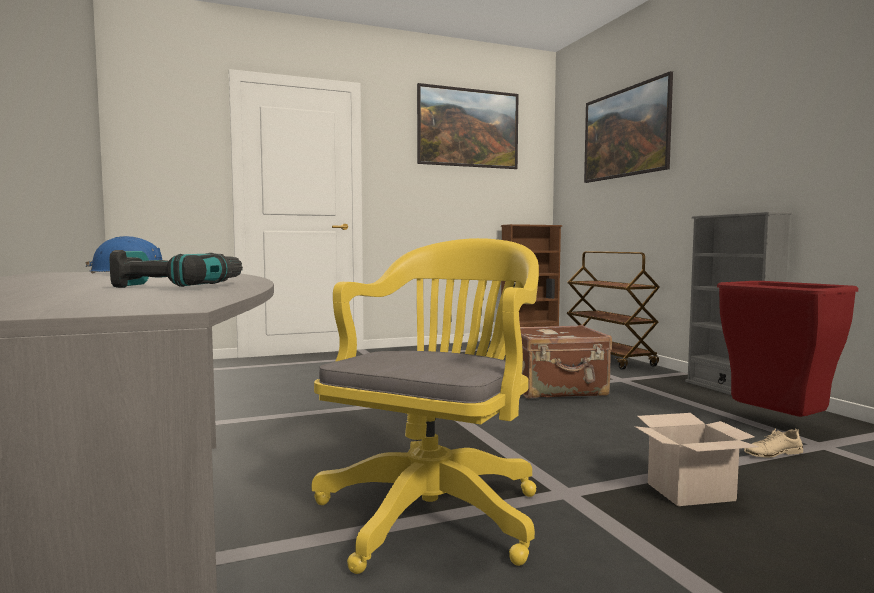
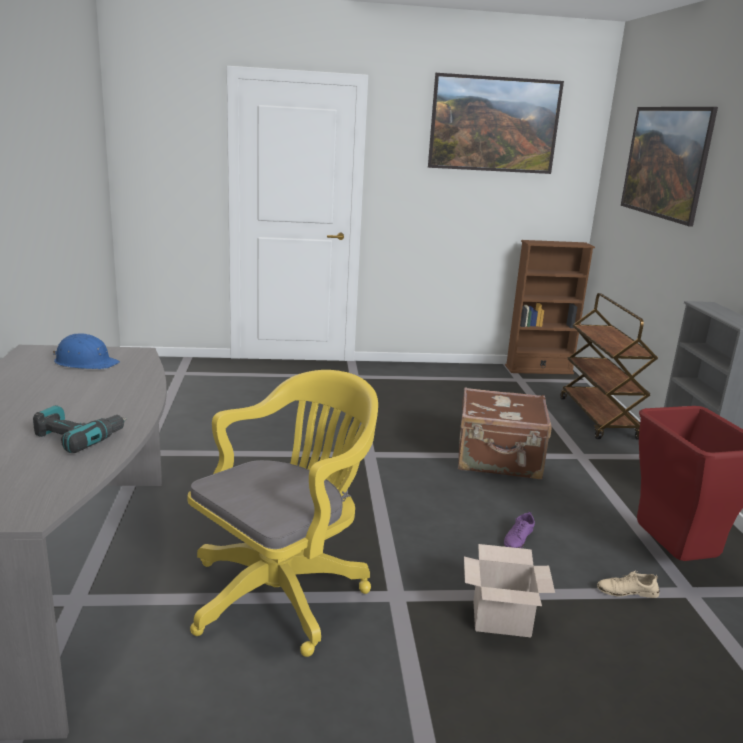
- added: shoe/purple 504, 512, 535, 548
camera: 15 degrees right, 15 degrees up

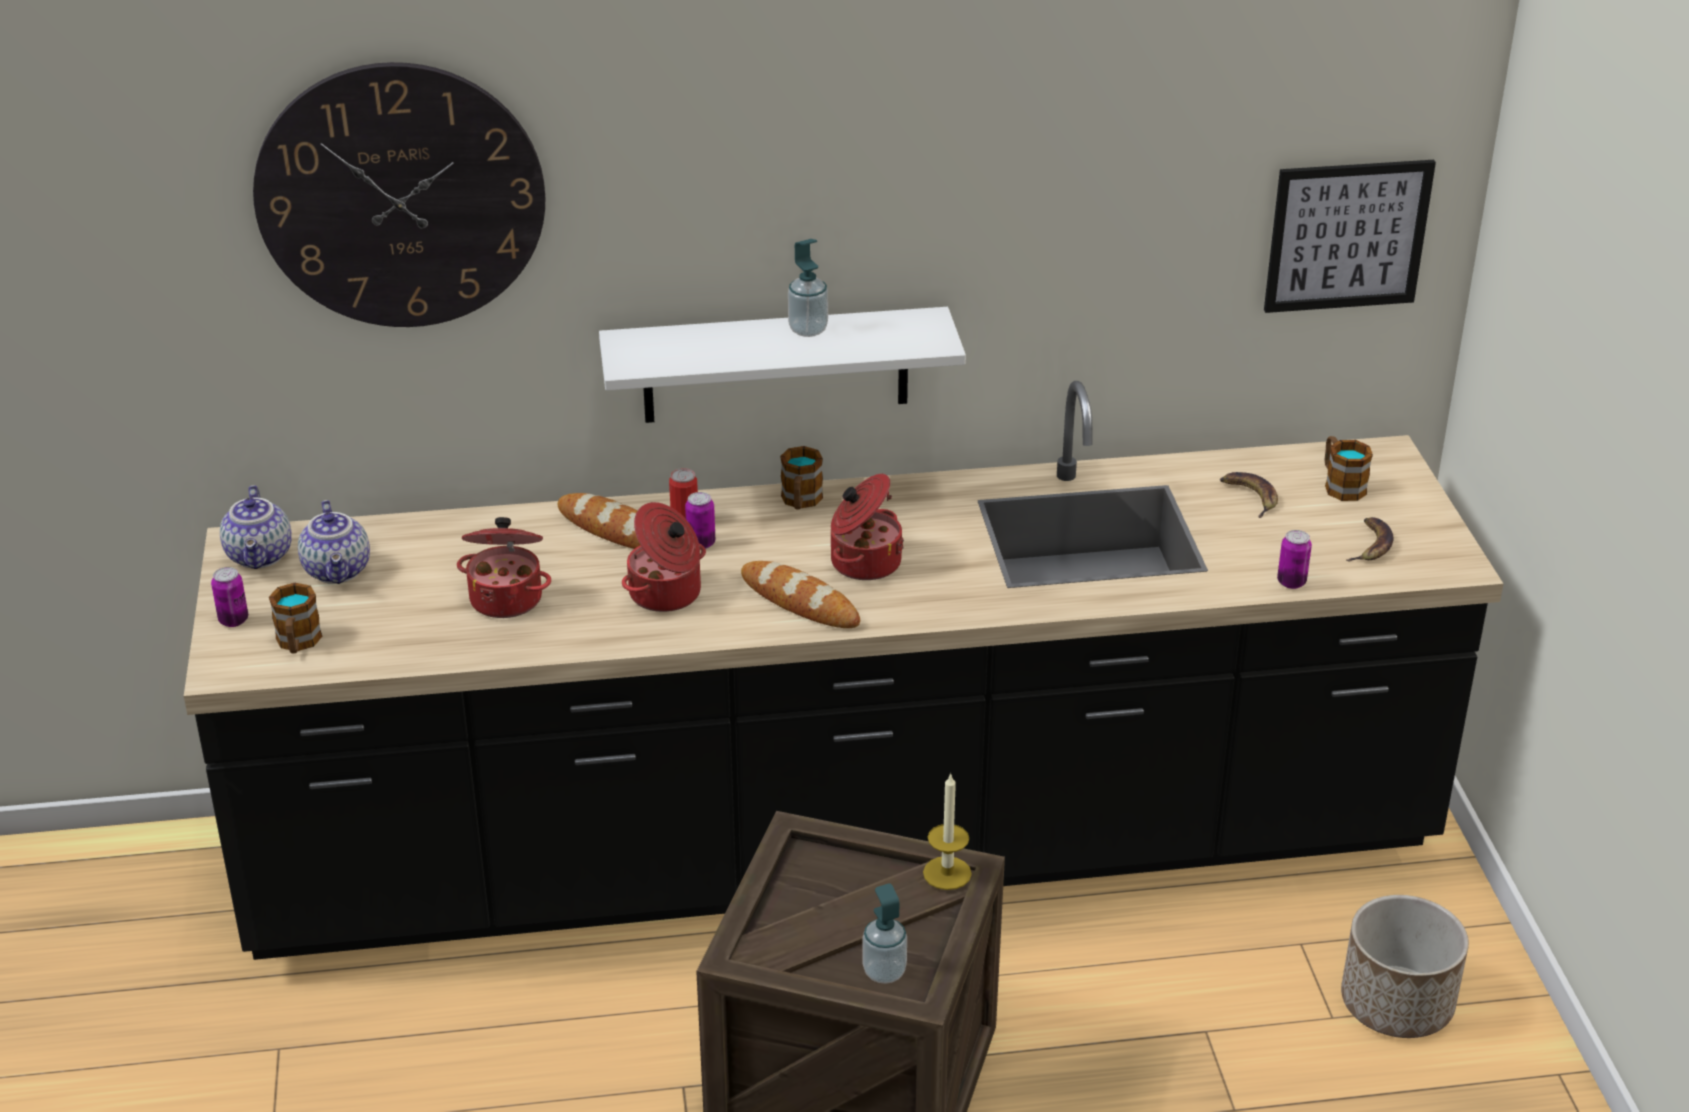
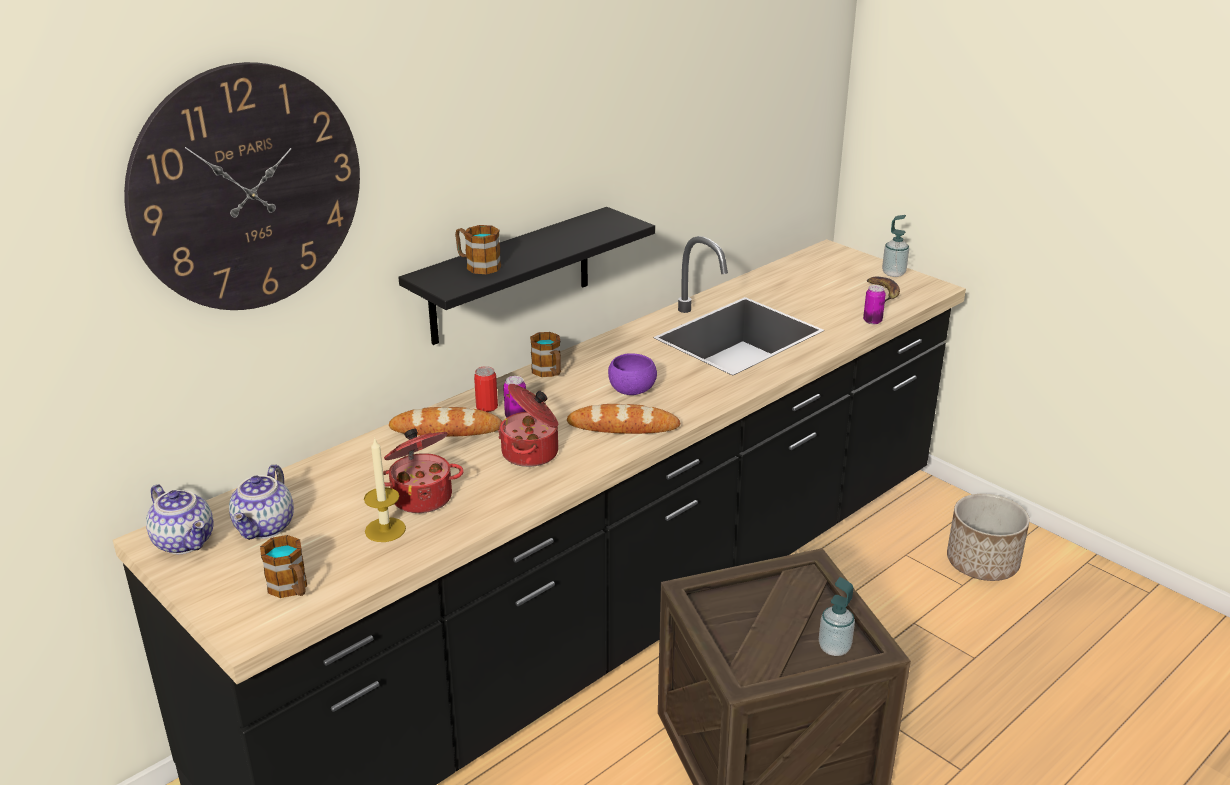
- removed: can 211, 567, 248, 627
- removed: banana 1220, 472, 1278, 518
- removed: picture 1264, 160, 1436, 313
- moved: soap dispenser 788, 239, 828, 337 to 882, 215, 909, 277
- moved: candle 923, 773, 972, 890 to 364, 437, 406, 542
- moved: mug 1325, 436, 1373, 501 to 455, 225, 501, 274
- replaced: cooking pot 831, 474, 904, 580 to bowl/purple 608, 353, 657, 395
- recoloured: shelf/white 599, 307, 966, 423 to shelf/black 398, 207, 655, 345
- turned: teapot 298, 500, 370, 584 = 229, 464, 294, 540 60 degrees clockwise
camera: 35 degrees left, 5 degrees down

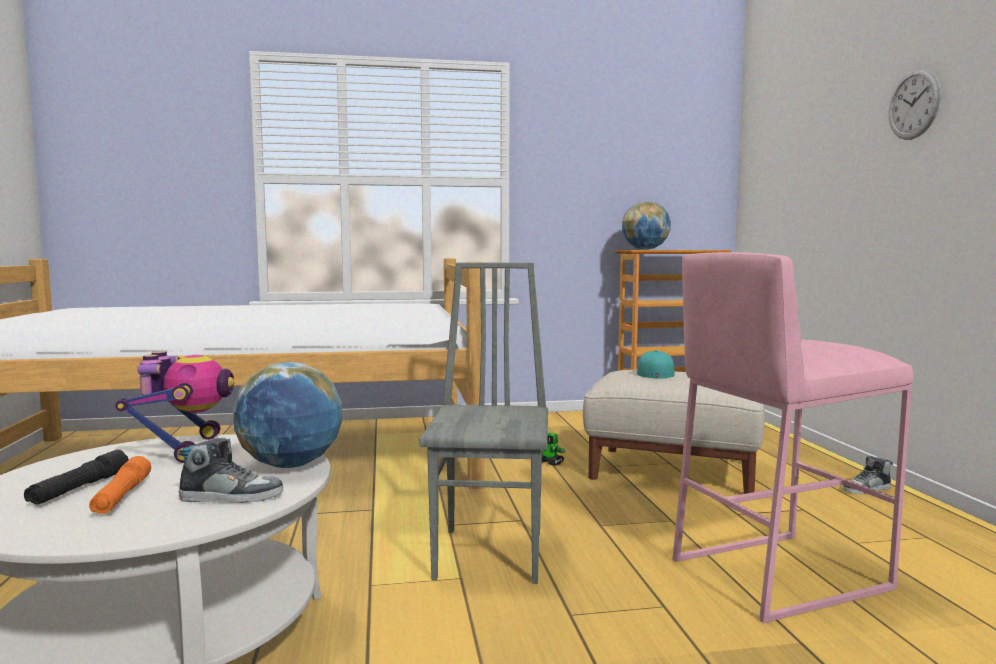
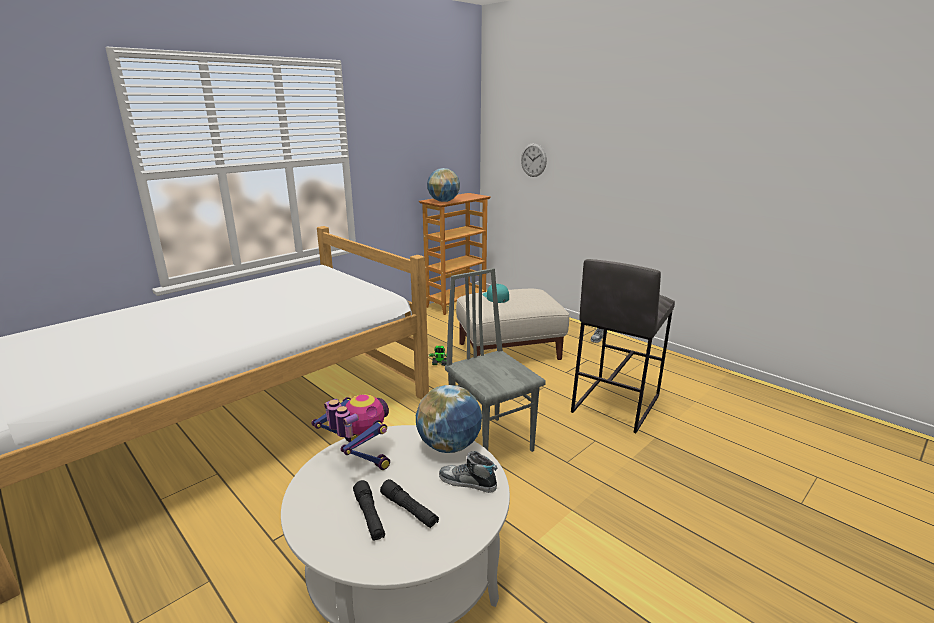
- moved: wall clock 889, 69, 941, 140 to 521, 143, 547, 177
- recoloured: flashlight/orange 89, 456, 151, 514 to flashlight/black 380, 479, 439, 528
- recoloured: stool/pink 672, 252, 913, 623 to stool/grey 571, 259, 675, 433
- turned: shoe 177, 438, 283, 503 = 439, 451, 497, 493 120 degrees counterclockwise
camera: 35 degrees left, 15 degrees up

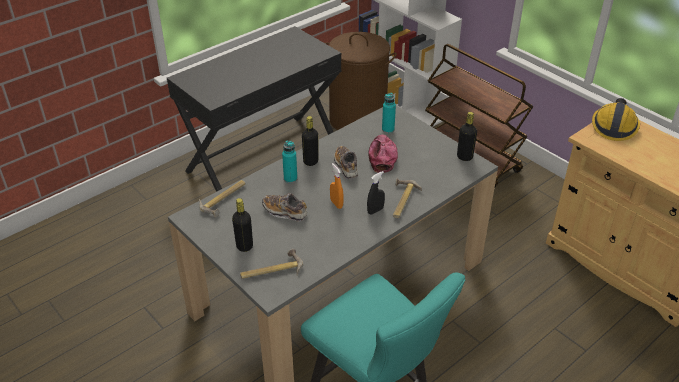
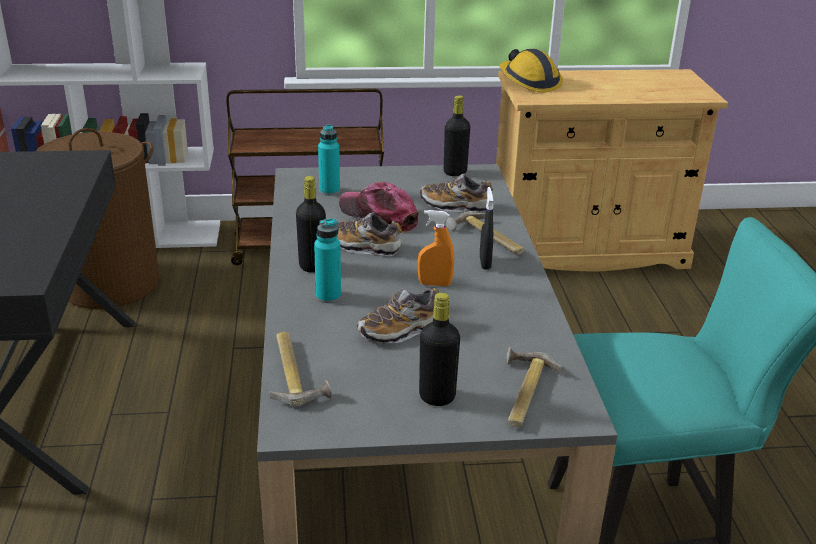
- added: shoe 420, 174, 493, 213
camera: 55 degrees left, 10 degrees down

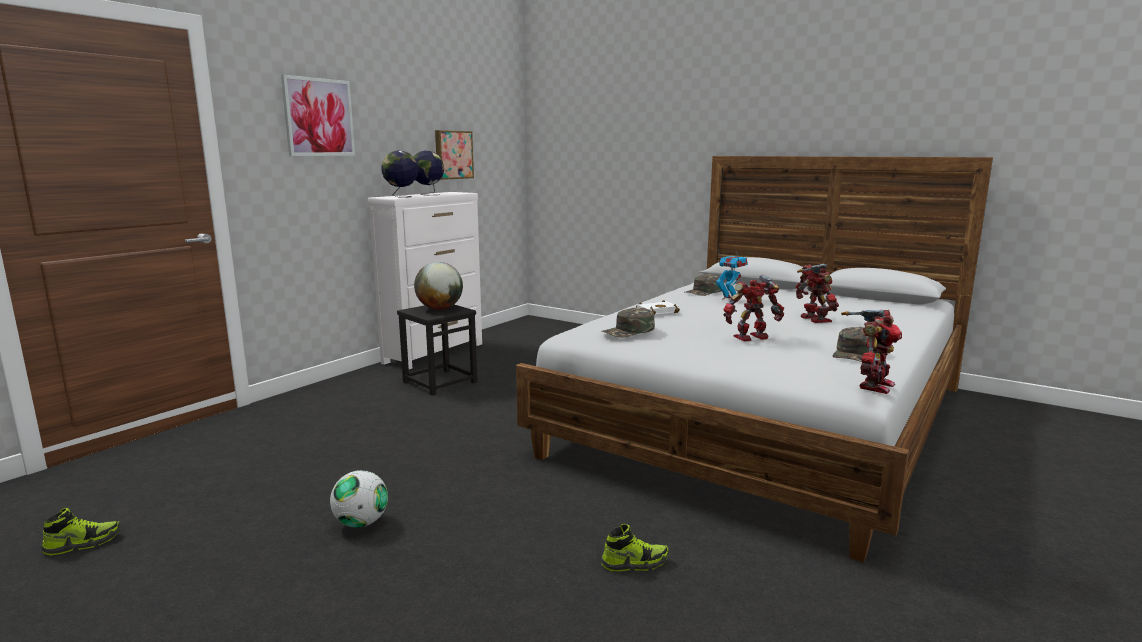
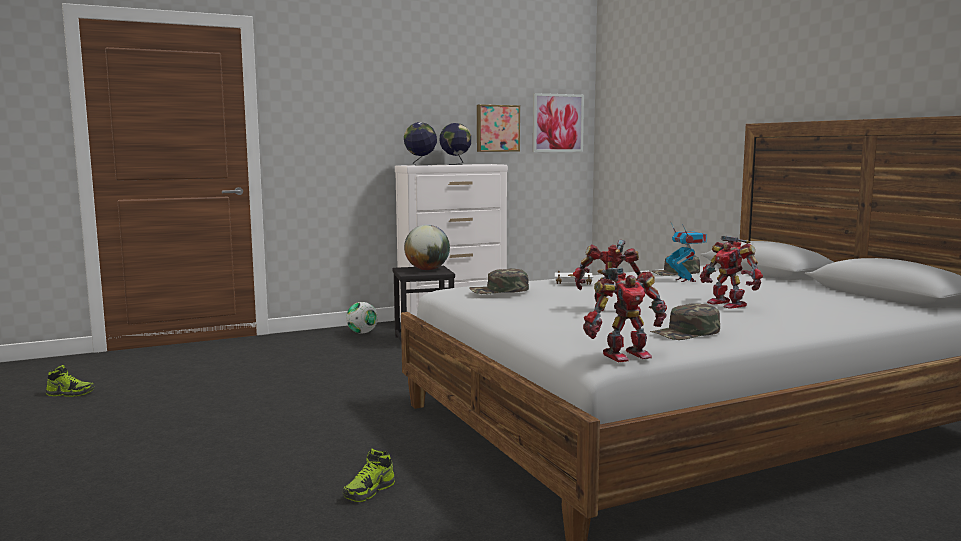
- moved: picture 281, 75, 355, 156 to 533, 93, 584, 152
- moved: football 330, 470, 388, 528 to 346, 302, 378, 334
- turned: shoe 601, 524, 669, 572 = 343, 448, 395, 502 105 degrees clockwise
- turned: toy robot 796, 263, 839, 323 = 700, 236, 763, 309 135 degrees clockwise
camera: 30 degrees right, 5 degrees down

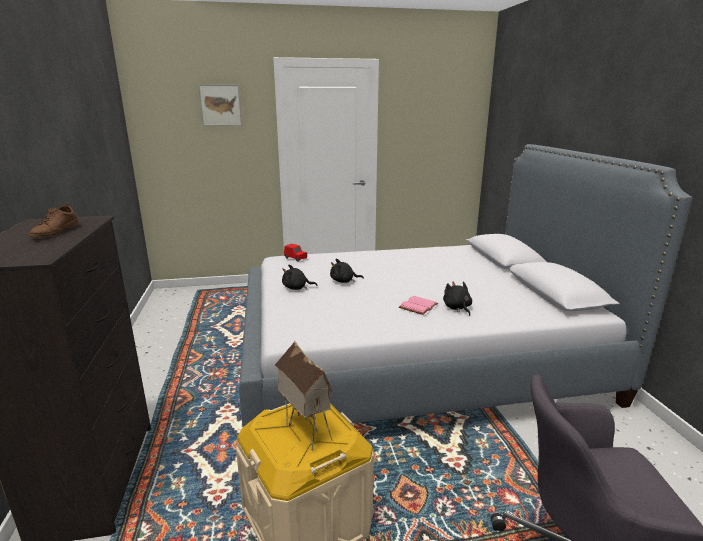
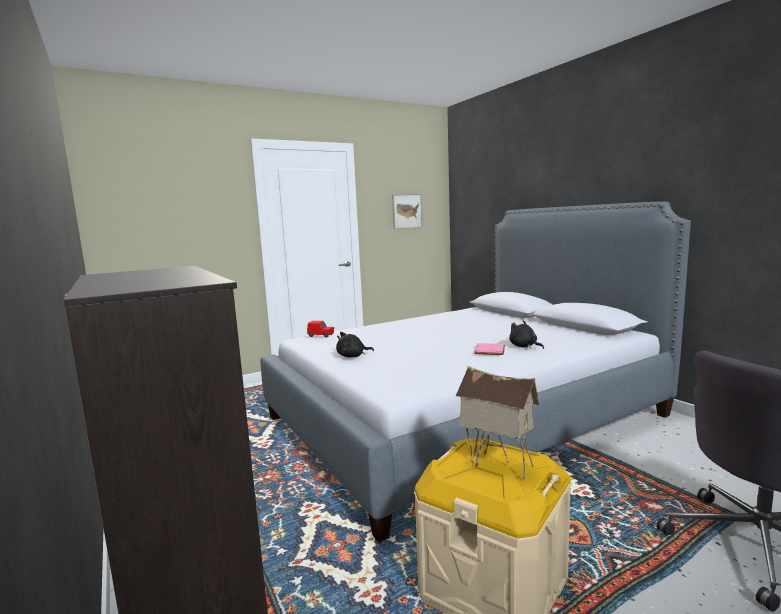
- removed: shoe/brown 29, 204, 79, 238
- removed: plush toy/black 330, 259, 364, 283
- moved: picture 198, 84, 242, 126 to 392, 194, 423, 229
camera: 20 degrees left, 10 degrees down

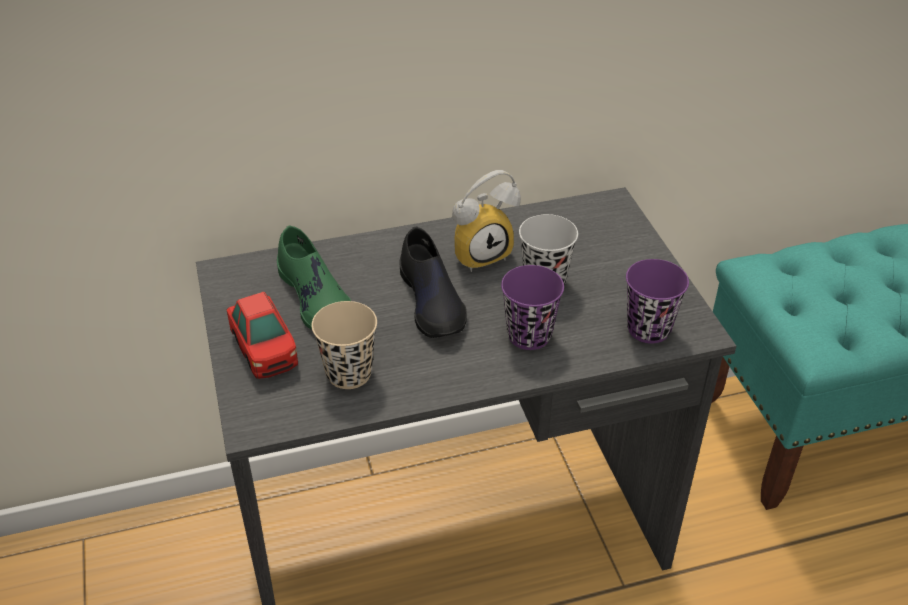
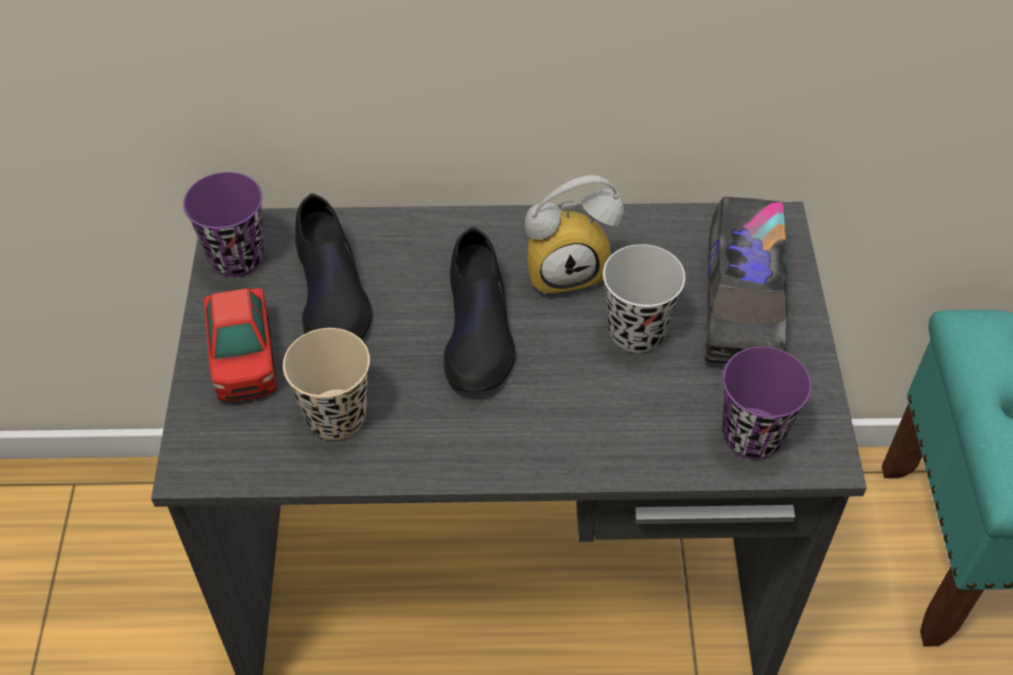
- added: toy truck 703, 197, 787, 363
- moved: cup/purple 501, 265, 564, 350 to 183, 172, 264, 277
- recoloured: shoe/green 277, 225, 351, 330 to shoe/black 295, 193, 372, 340
camera: 15 degrees right, 10 degrees up

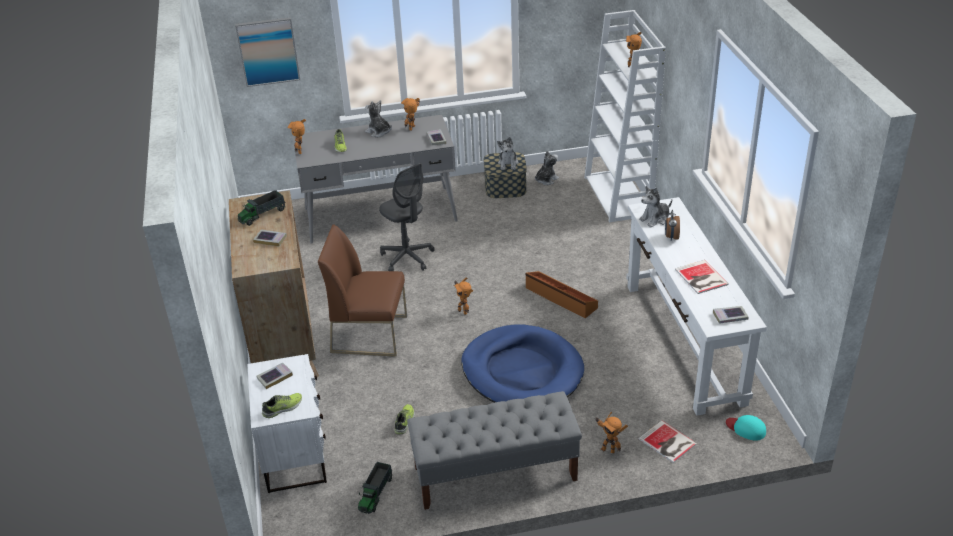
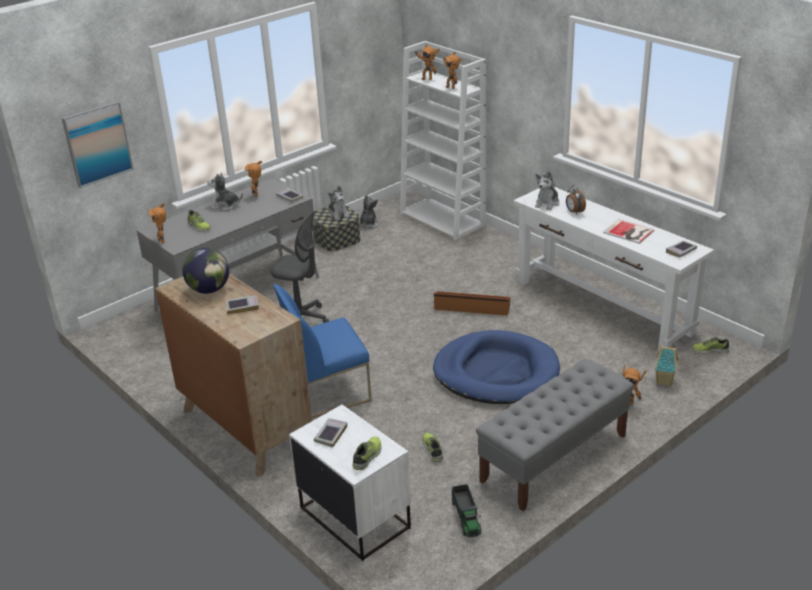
- moved: toy robot 454, 277, 473, 315 to 415, 44, 440, 80
- replaced: toy truck 238, 191, 286, 226 to globe 182, 247, 229, 294
- replaced: book 639, 420, 697, 463 to toy house 654, 346, 678, 386
- replaced: cap/turquoise 726, 415, 766, 441 to shoe 692, 337, 730, 354
- recoloured: chair/brown 318, 224, 407, 357 to chair/blue 273, 284, 372, 418
camera: 30 degrees left, 5 degrees down

